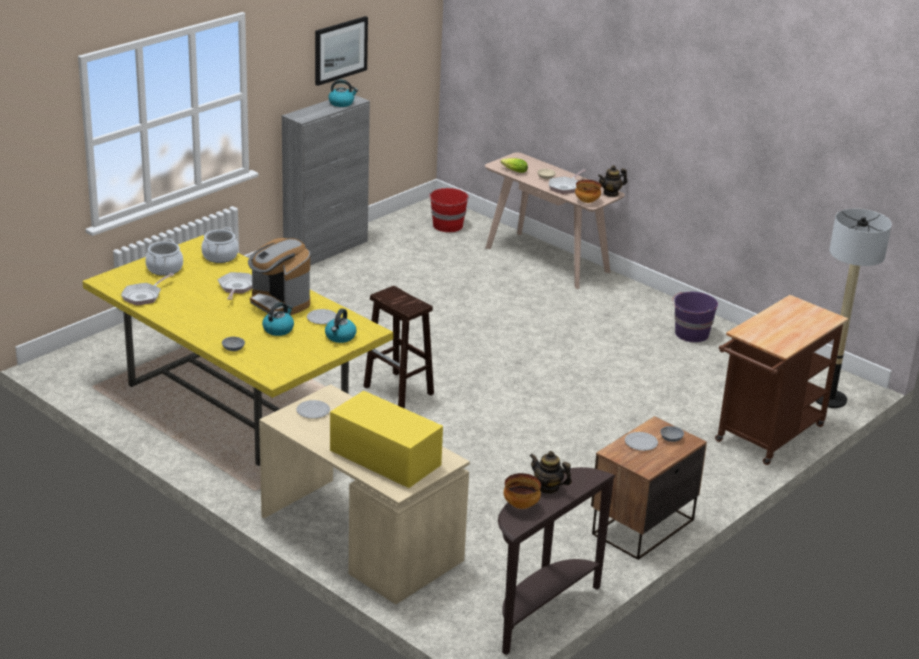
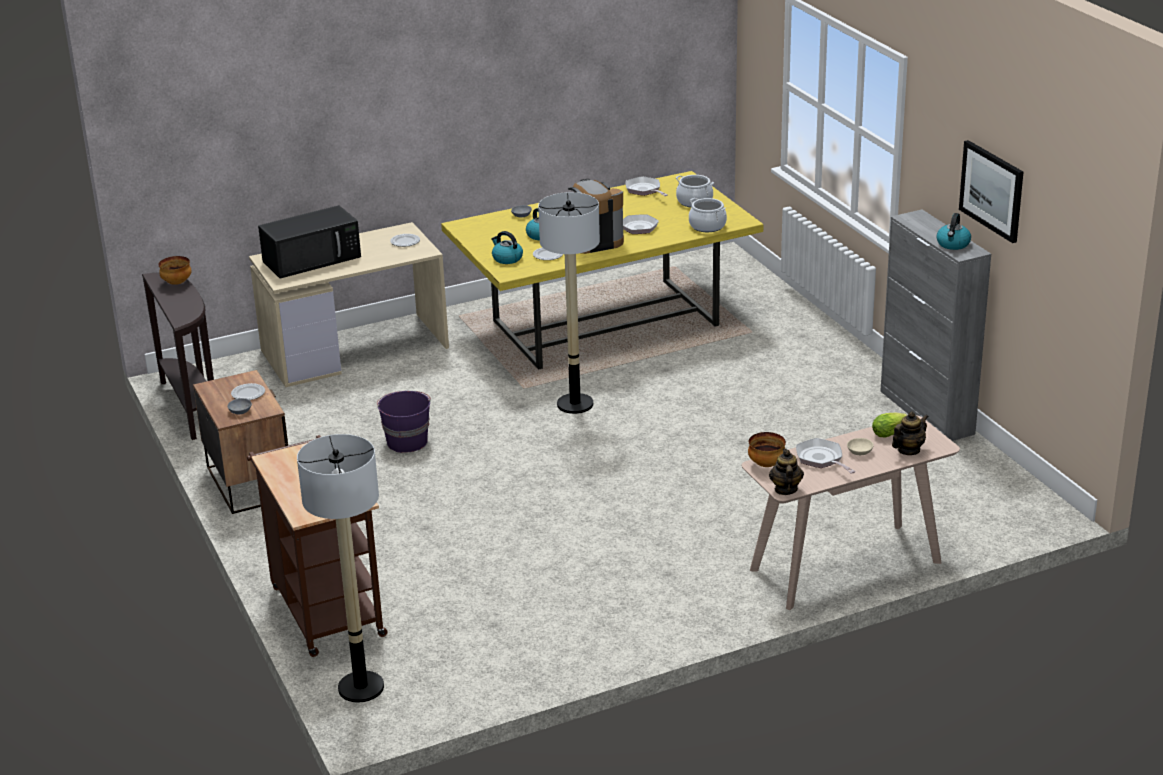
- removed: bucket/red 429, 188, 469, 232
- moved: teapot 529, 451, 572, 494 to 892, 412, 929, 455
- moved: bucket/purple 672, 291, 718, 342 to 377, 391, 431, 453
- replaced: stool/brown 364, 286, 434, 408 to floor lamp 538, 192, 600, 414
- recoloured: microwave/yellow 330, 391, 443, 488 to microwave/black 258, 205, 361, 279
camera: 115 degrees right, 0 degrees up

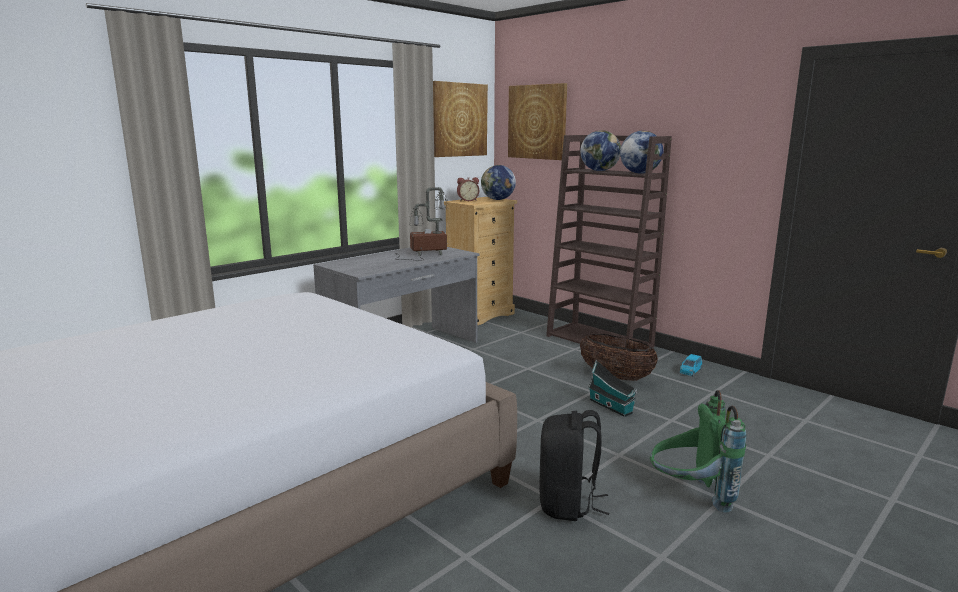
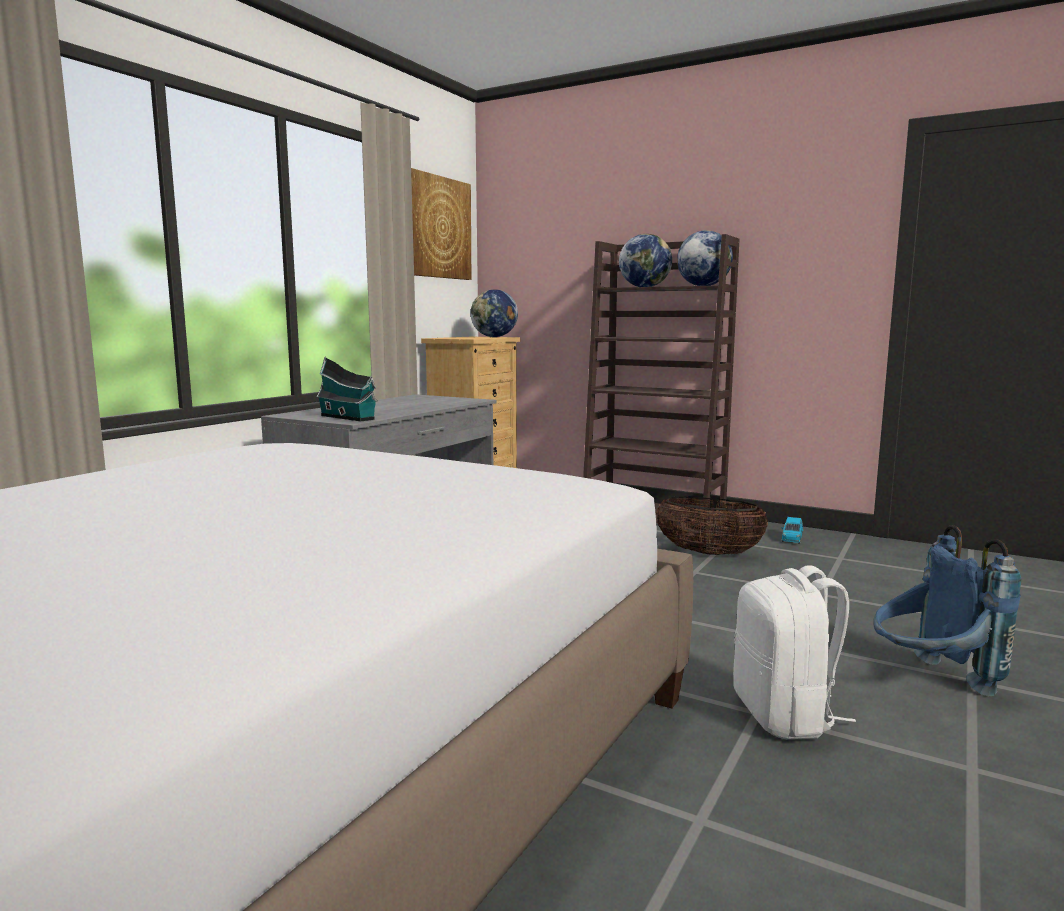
- removed: table lamp 395, 187, 449, 261
- removed: alarm clock 457, 177, 479, 201
- removed: picture 508, 83, 567, 160
- moved: toy house 588, 360, 637, 417 to 316, 356, 377, 421
- recoloured: backpack/black 539, 410, 610, 521 to backpack/white 733, 565, 856, 739
- recoloured: backpack/green 650, 390, 747, 513 to backpack/blue 873, 525, 1021, 696
camera: 15 degrees left, 5 degrees down

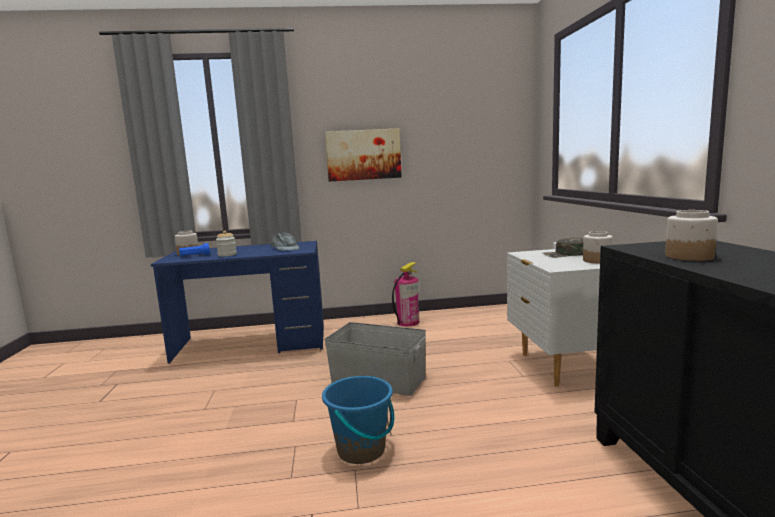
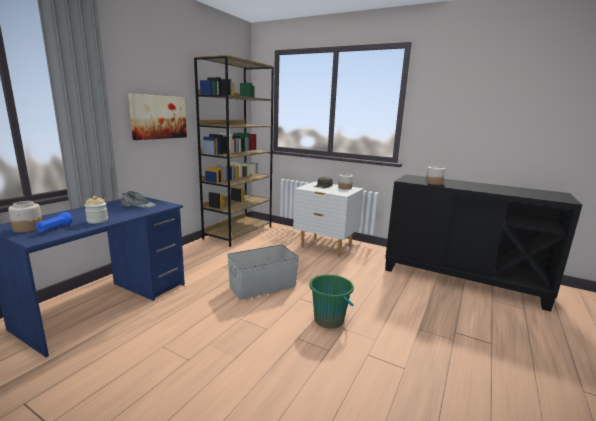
- removed: fire extinguisher 392, 262, 419, 326
- added: bookcase/brown 194, 55, 274, 247
- recoloured: bucket/blue 322, 376, 394, 464 to bucket/green 310, 275, 354, 329
camera: 55 degrees left, 5 degrees up

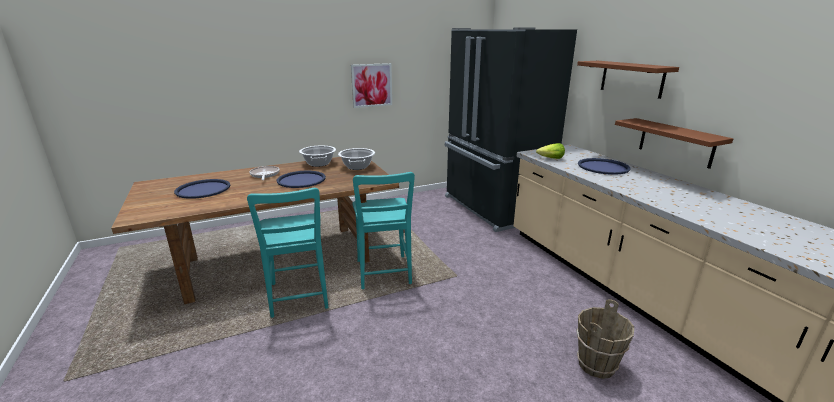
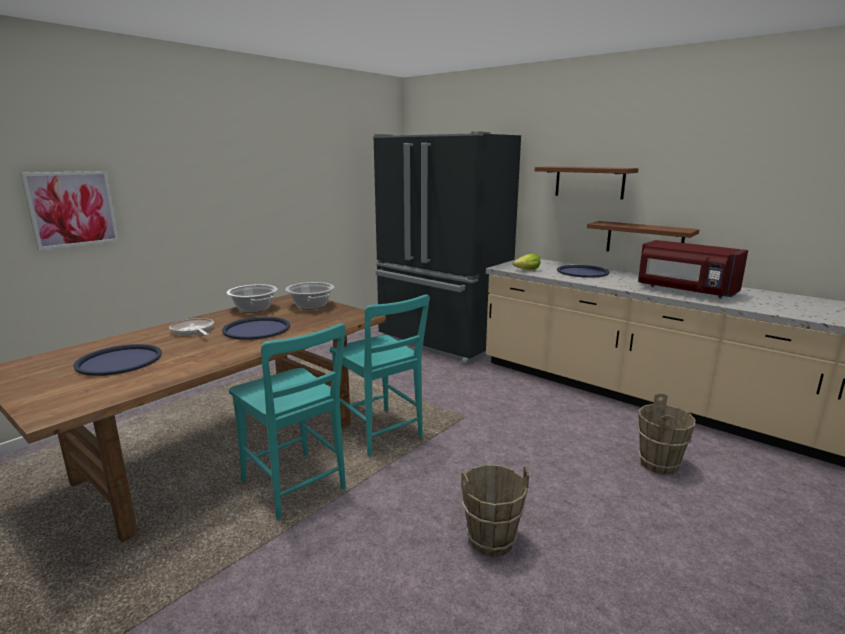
- added: bucket/brown 461, 464, 529, 557
- added: microwave/red 638, 240, 748, 298
- moved: picture 351, 63, 392, 108 to 21, 171, 119, 251
camera: 25 degrees left, 5 degrees down

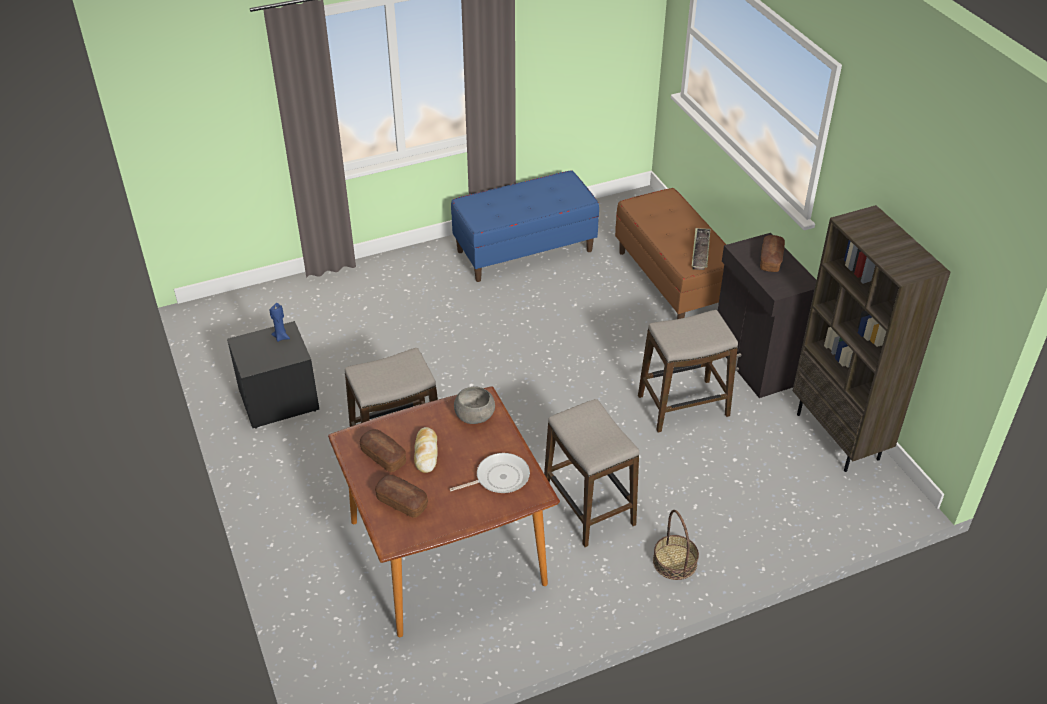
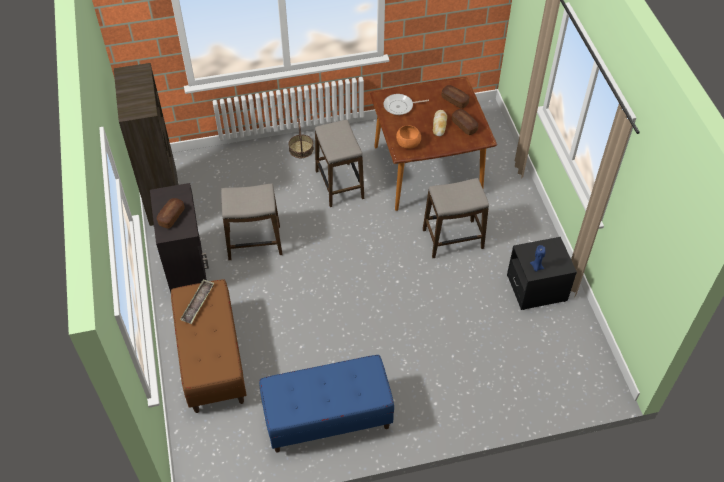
- recoloured: bowl/grey 454, 387, 495, 424 to bowl/orange 396, 125, 421, 149
camera: 170 degrees left, 10 degrees up

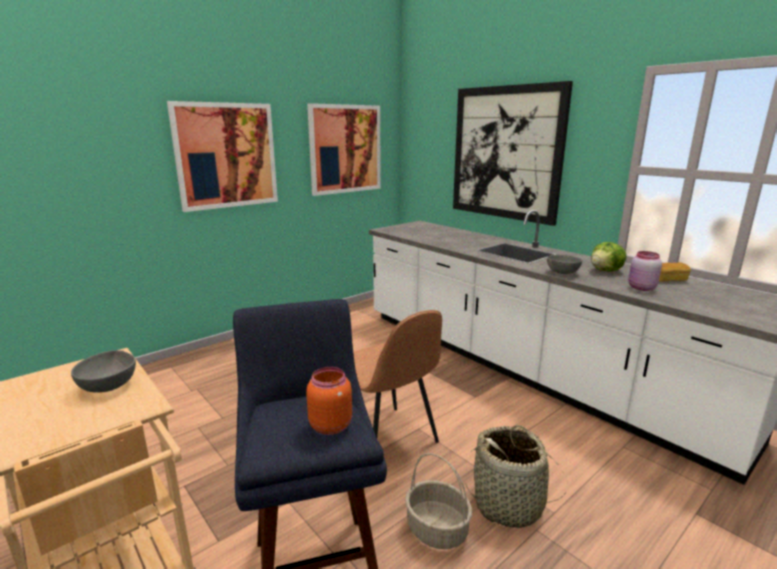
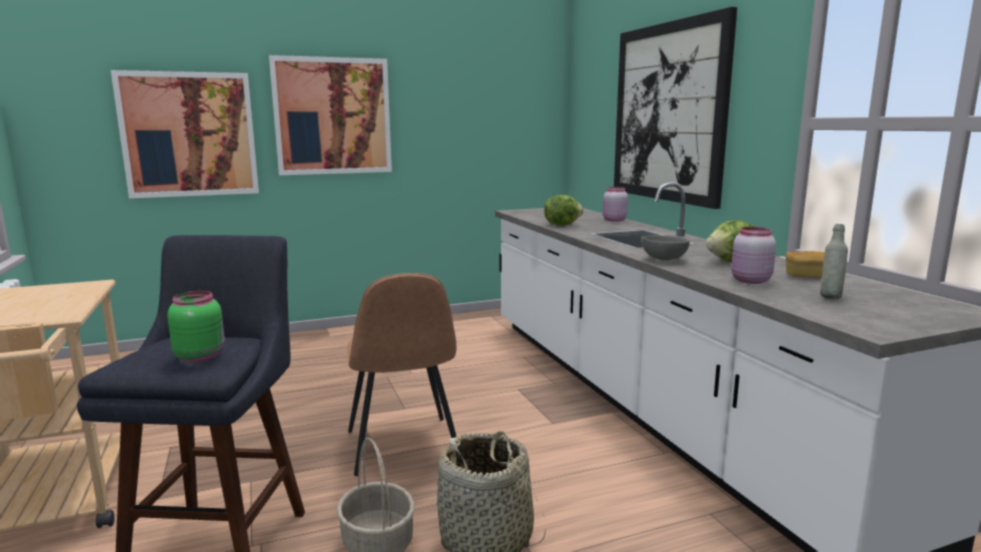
- removed: bowl/grey 71, 350, 136, 393
- added: lettuce 544, 195, 584, 225
- added: jar/pink 603, 187, 628, 222
- added: bottle/grey 820, 224, 848, 299
- moved: picture 307, 103, 381, 196 to 111, 70, 259, 198
- recoloured: jar/orange 306, 367, 352, 435 to jar/green 167, 290, 225, 363
camera: 20 degrees right, 5 degrees down

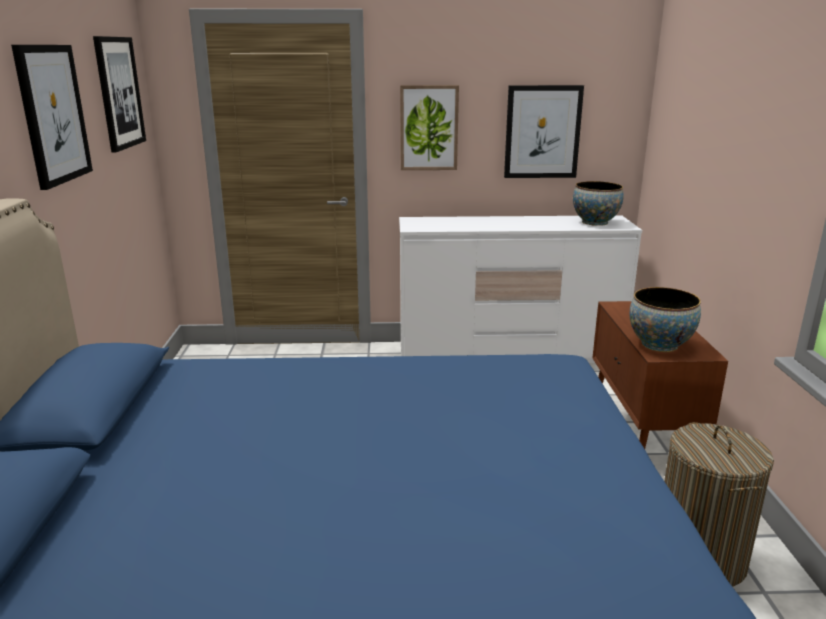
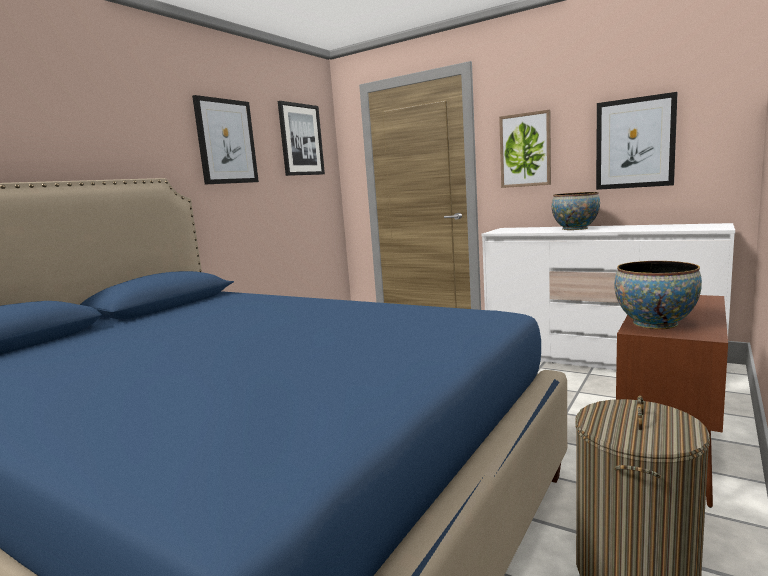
- moved: bowl 573, 181, 624, 226 to 552, 192, 600, 230
camera: 35 degrees right, 10 degrees down

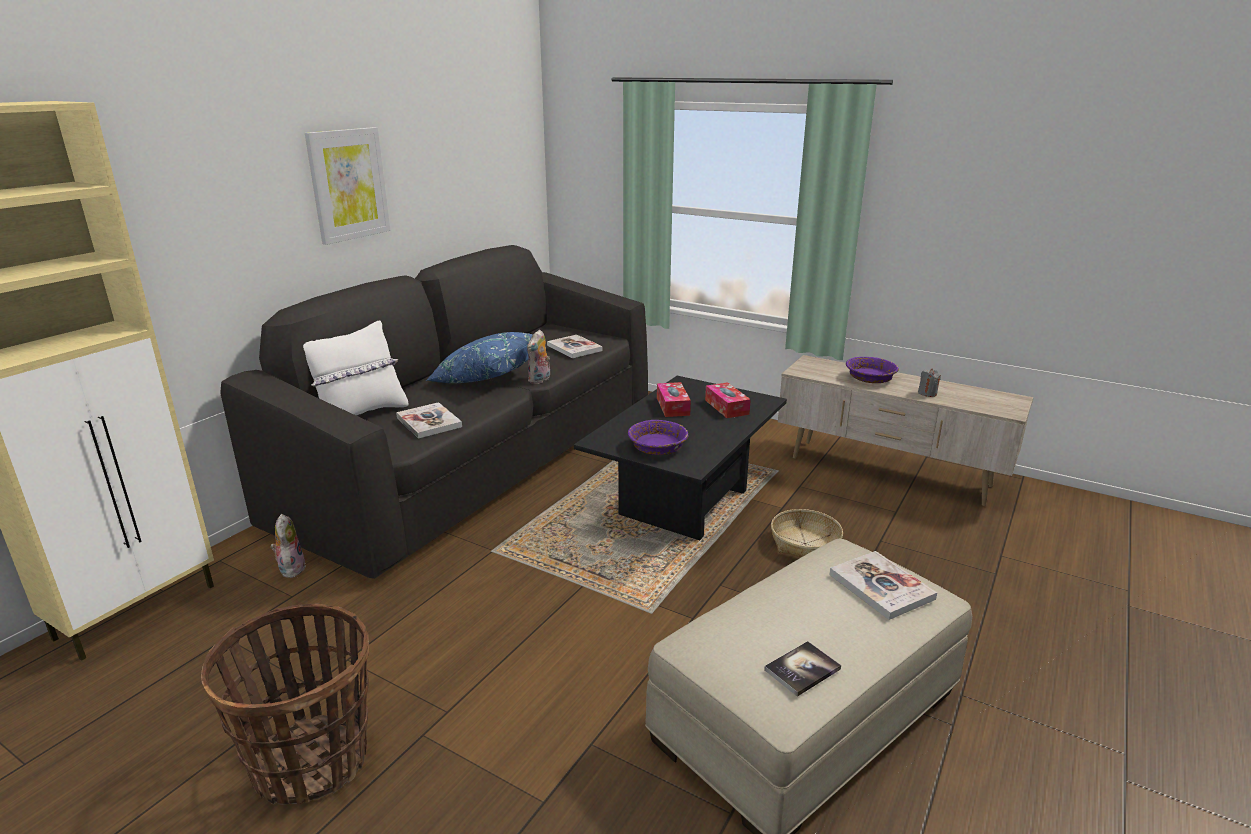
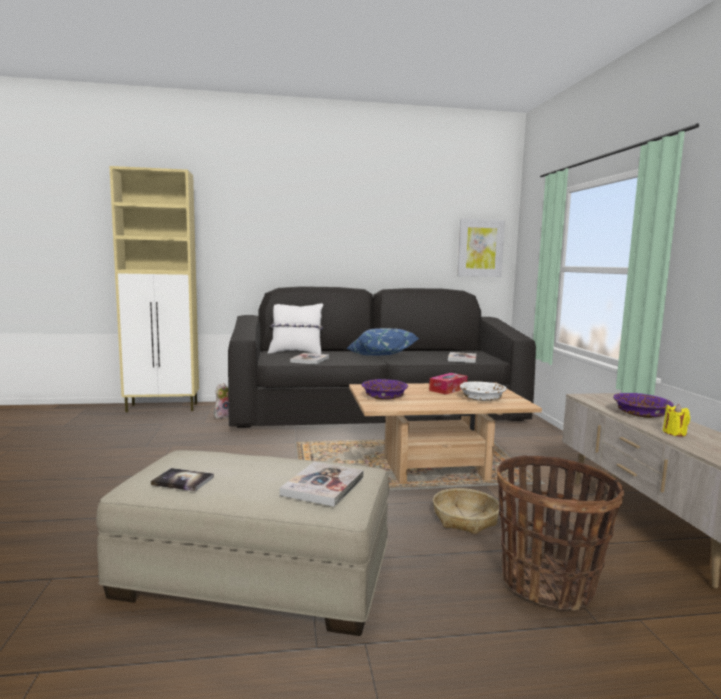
- removed: plush toy 527, 330, 550, 384
- moved: basket 201, 604, 369, 805 to 497, 455, 624, 611
- moved: picture 305, 127, 390, 245 to 457, 219, 505, 277
- replaced: tissue box 705, 382, 751, 418 to bowl/white 460, 381, 507, 401
- recoloured: coffee table/black 574, 376, 787, 540 to coffee table/beige 349, 382, 542, 484
- recoloured: candle/grey 918, 369, 941, 397 to candle/yellow 663, 404, 690, 436
camera: 50 degrees right, 15 degrees down

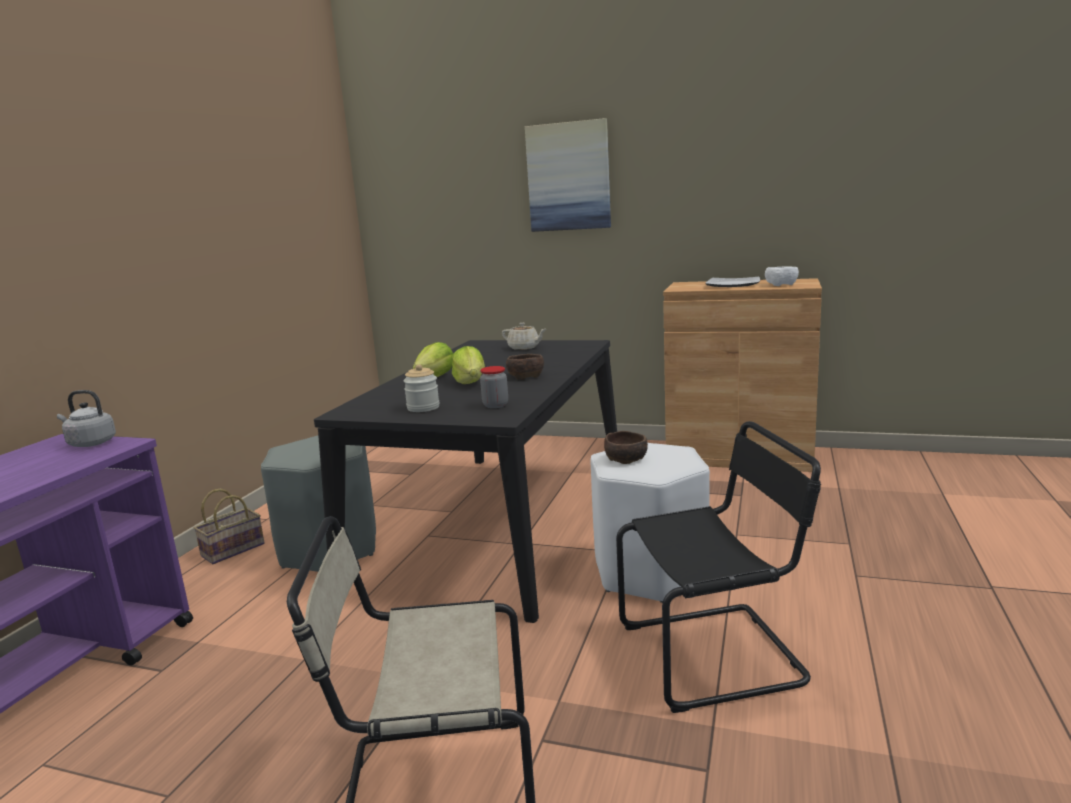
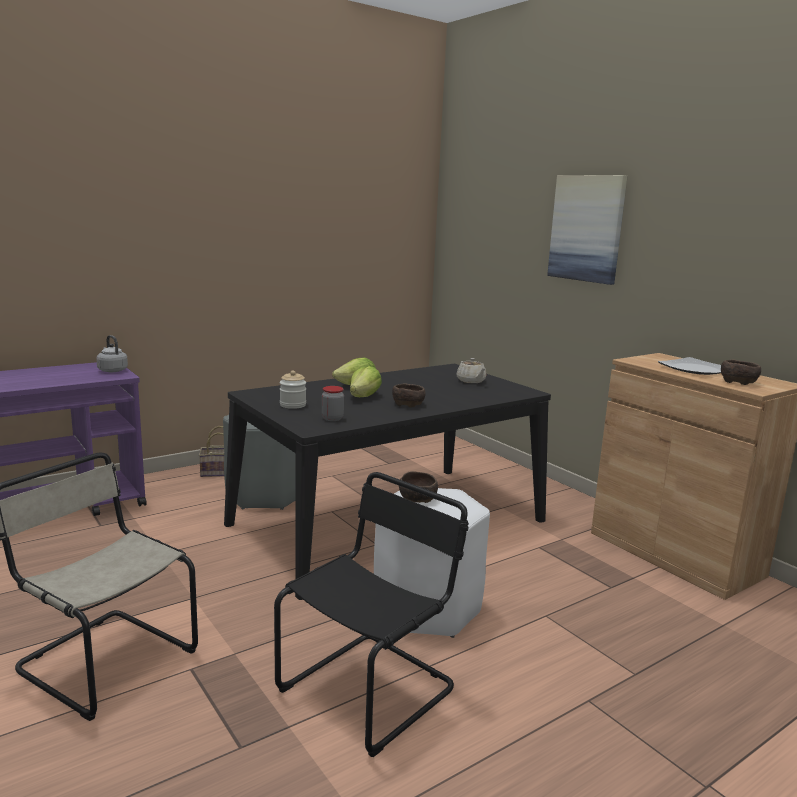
- recoloured: bowl/white 765, 266, 799, 286 to bowl/brown 721, 360, 761, 385
- turned: chair/black 616, 421, 821, 713 = 274, 472, 469, 757 75 degrees counterclockwise
camera: 35 degrees right, 0 degrees up

